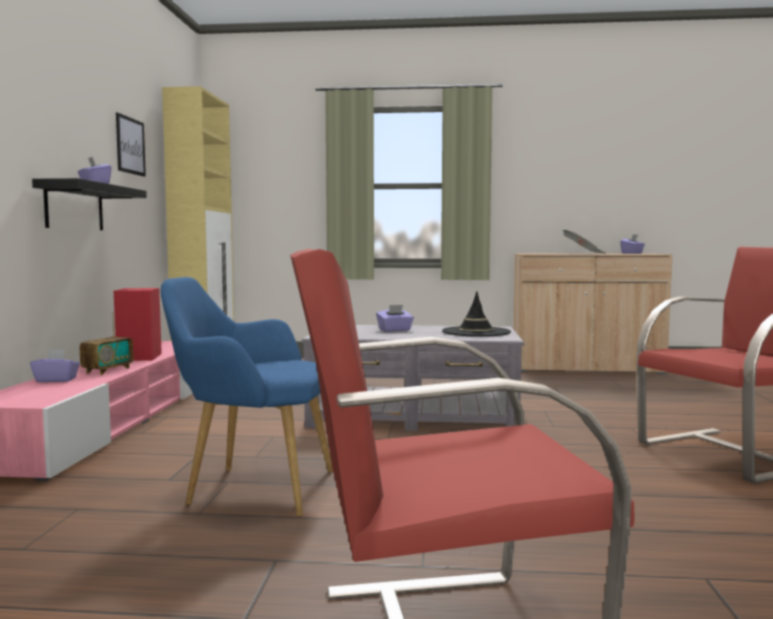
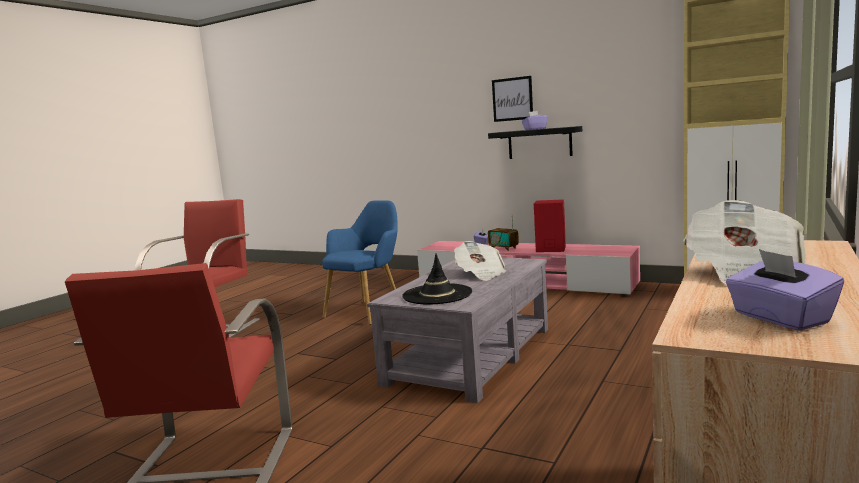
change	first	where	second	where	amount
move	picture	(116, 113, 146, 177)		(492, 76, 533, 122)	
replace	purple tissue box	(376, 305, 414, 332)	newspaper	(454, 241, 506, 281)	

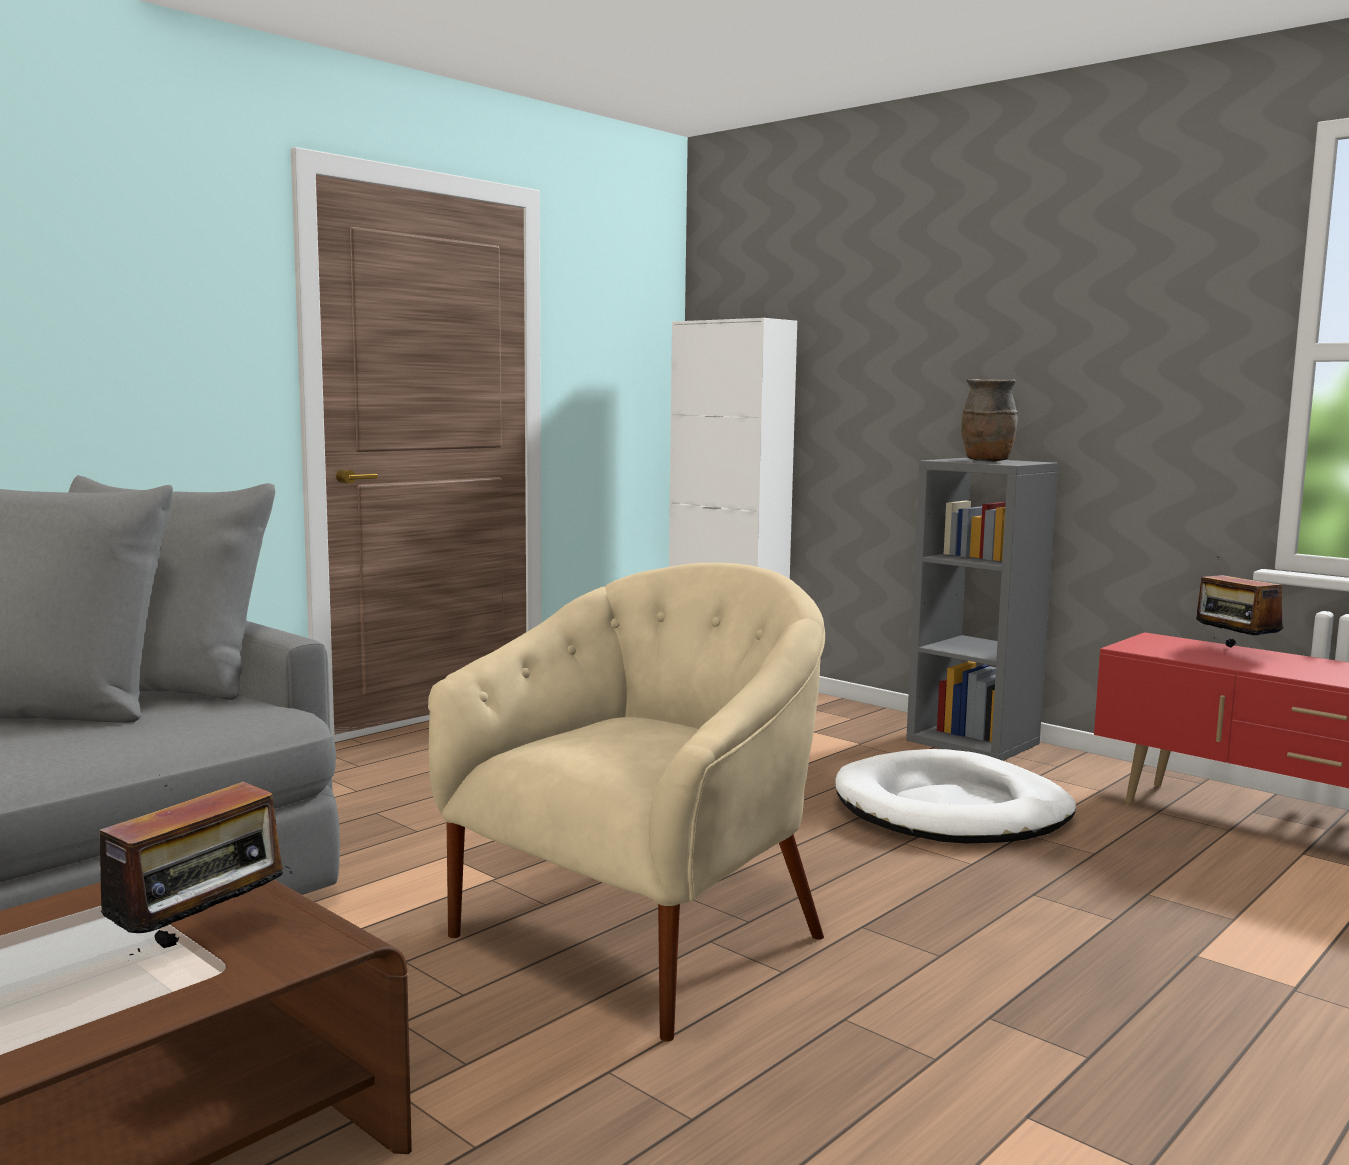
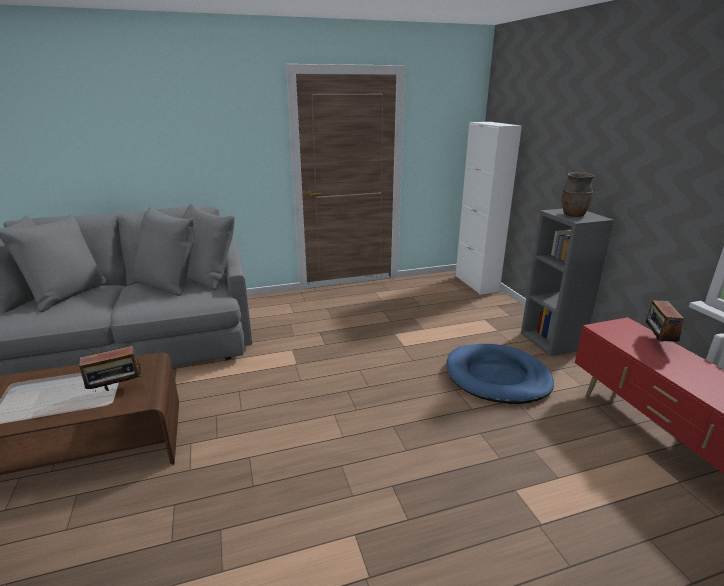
change	first	where	second	where	amount
delete	beige armchair	(428, 563, 825, 1042)			
recolor	white dog bed	(835, 749, 1076, 843)	blue dog bed	(447, 344, 554, 404)	

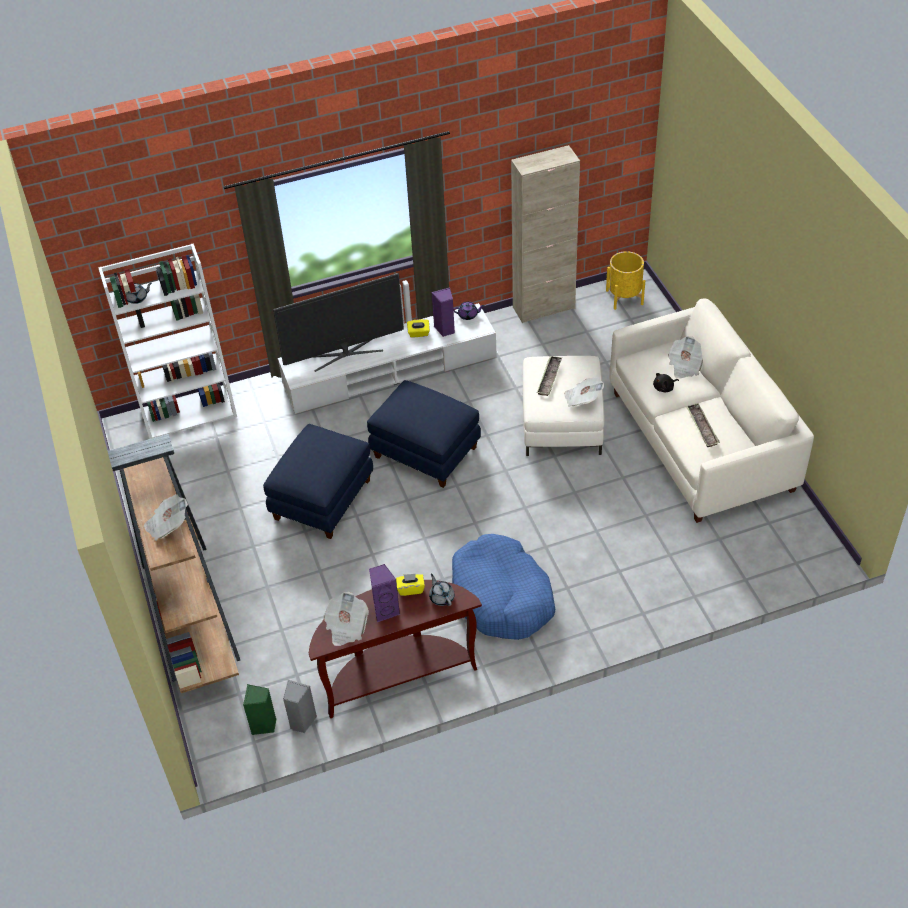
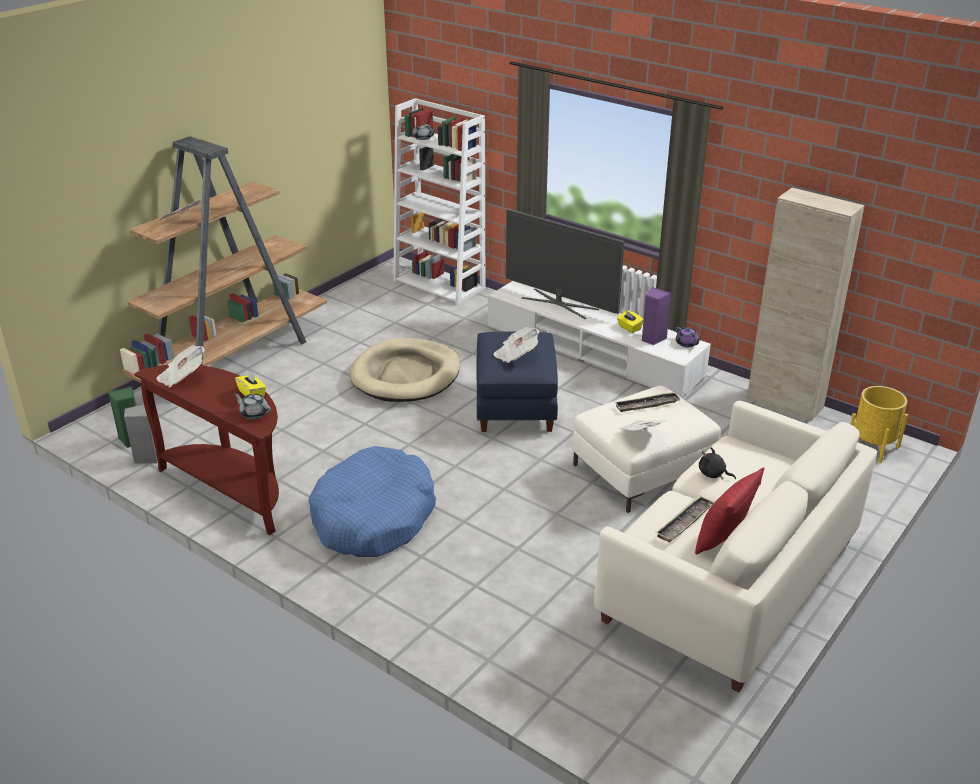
change	first	where	second	where	amount
move	newspaper	(668, 336, 703, 378)		(494, 327, 540, 363)	
replace	blue ottoman	(263, 424, 374, 539)	beige dog bed	(349, 338, 460, 402)	
delete	purple speaker	(369, 564, 400, 622)			
rotate	grey teapot	(429, 574, 455, 606)		(233, 393, 271, 419)	90 degrees counterclockwise
insert			red pillow	(695, 467, 764, 555)	

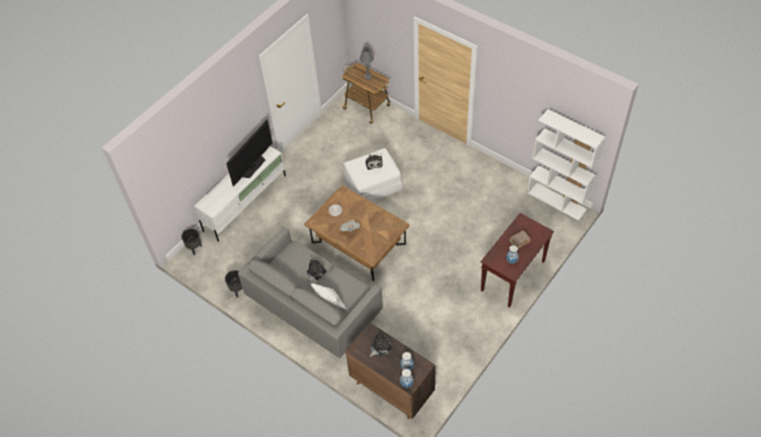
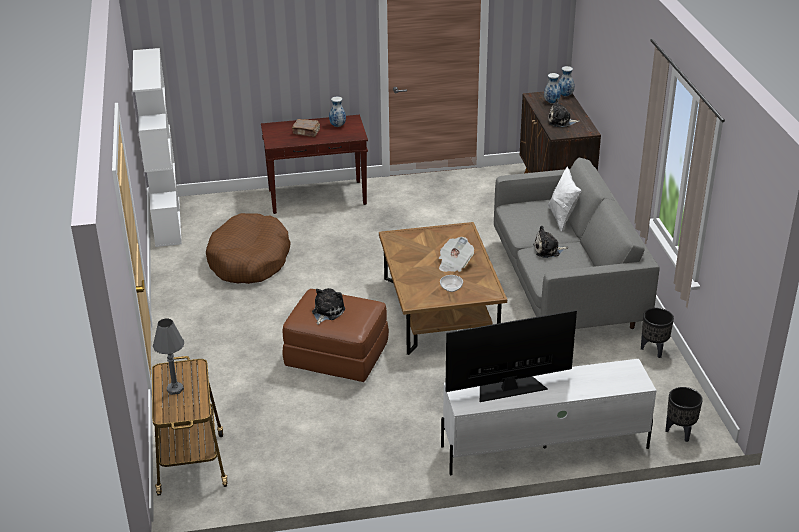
change	first	where	second	where	amount
recolor	white ottoman	(344, 148, 402, 202)	brown ottoman	(282, 289, 389, 382)	
insert			brown dog bed	(206, 213, 290, 284)	

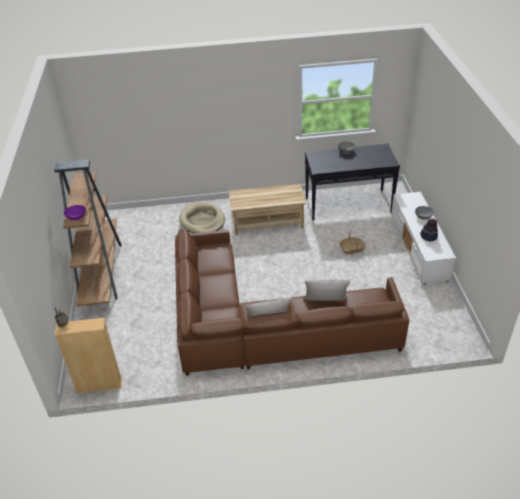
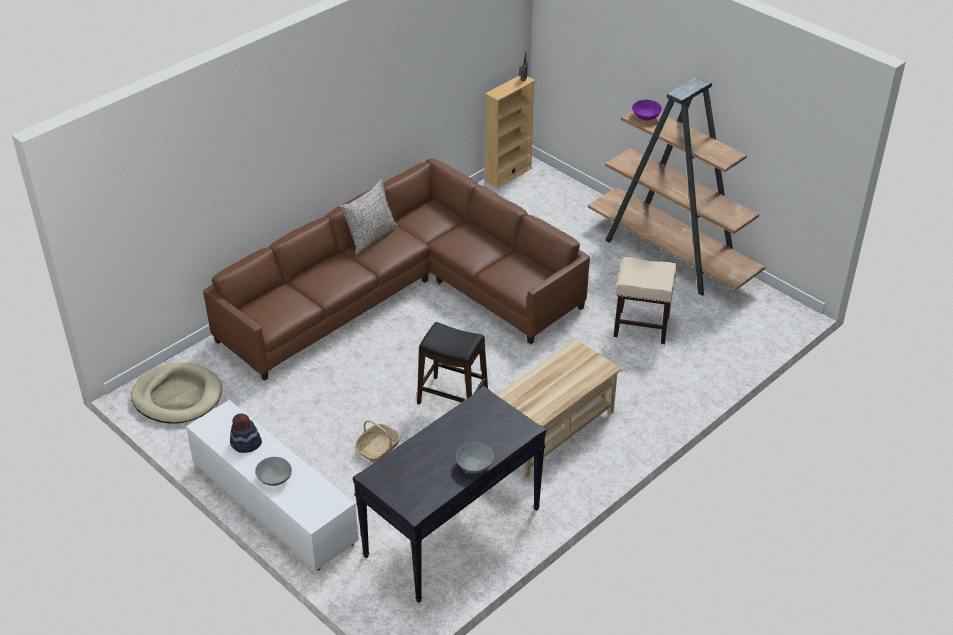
change	first	where	second	where	amount
move	beige dog bed	(179, 202, 225, 233)		(131, 362, 222, 424)	
delete	grey pillow	(303, 280, 351, 301)			
insert			beige stool	(614, 257, 677, 344)	
insert			black stool	(417, 322, 488, 405)	

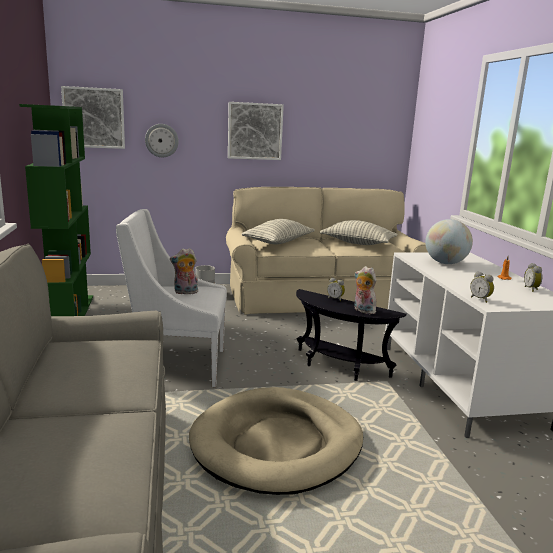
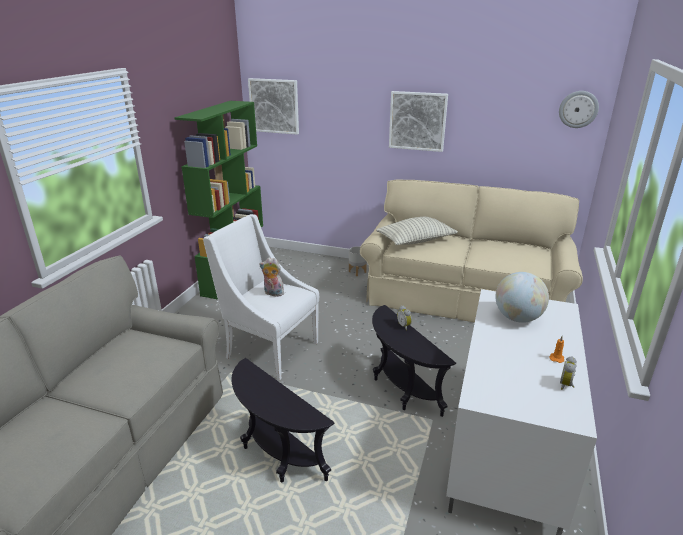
change	first	where	second	where	amount
move	wall clock	(145, 124, 179, 157)		(559, 91, 599, 128)	
delete	pillow	(320, 220, 397, 245)			
delete	plush toy	(354, 266, 376, 314)			
delete	alarm clock	(470, 271, 494, 303)			
replace	beige dog bed	(189, 387, 363, 495)	black side table	(231, 358, 335, 482)	

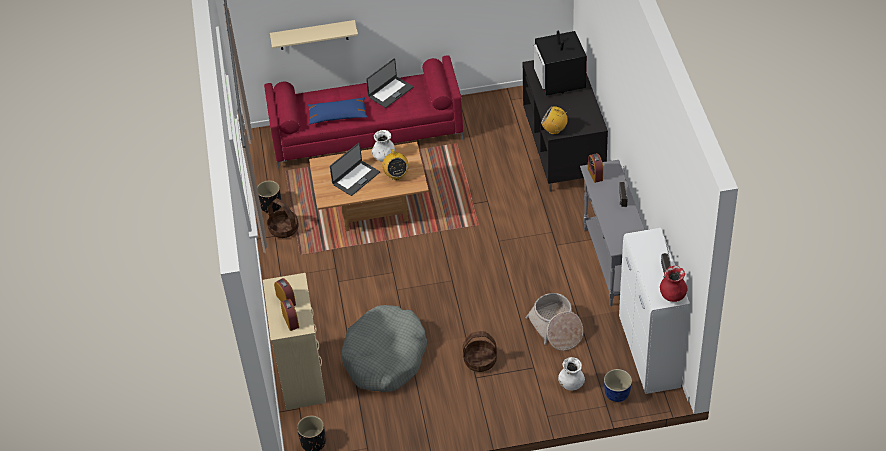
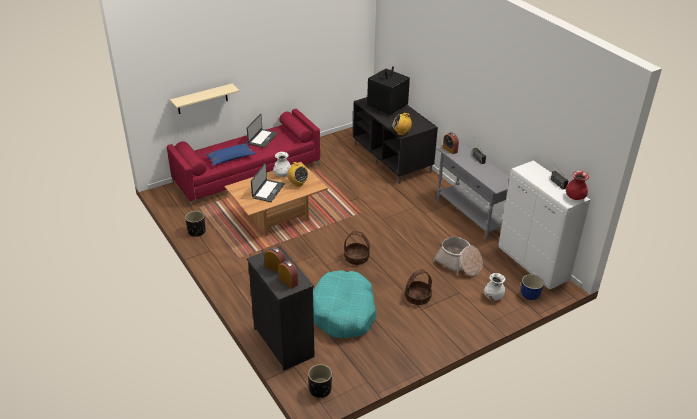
change	first	where	second	where	amount
rotate	television	(534, 31, 587, 96)		(367, 66, 410, 115)	75 degrees clockwise
move	basket	(267, 198, 299, 238)		(344, 231, 370, 265)	
recolor	beige dresser	(263, 273, 326, 410)	black dresser	(247, 246, 315, 371)	
recolor	grey dog bed	(341, 305, 427, 392)	turquoise dog bed	(313, 270, 376, 338)	

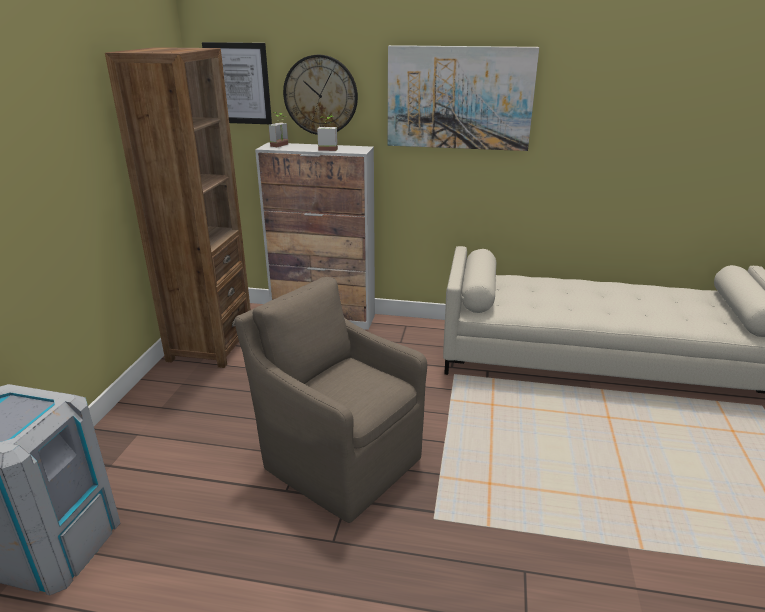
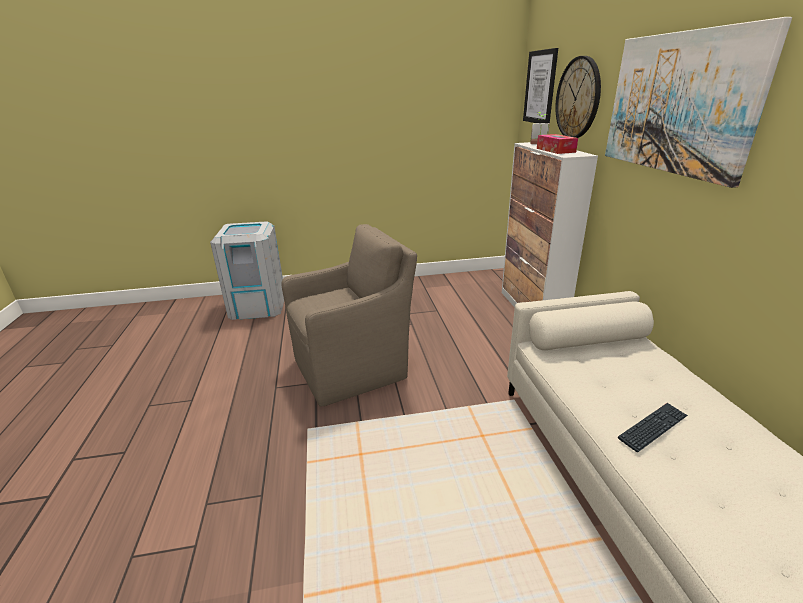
change	first	where	second	where	amount
delete	brown bookcase	(105, 47, 251, 368)			
replace	potted plant	(317, 115, 338, 151)	tissue box	(537, 134, 578, 154)	
rotate	brown armchair	(235, 277, 427, 523)		(281, 224, 417, 407)	45 degrees clockwise
insert			keyboard	(618, 403, 688, 452)	

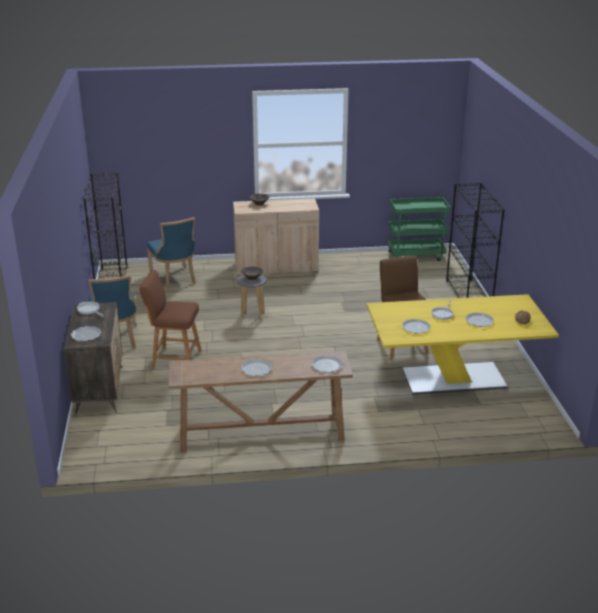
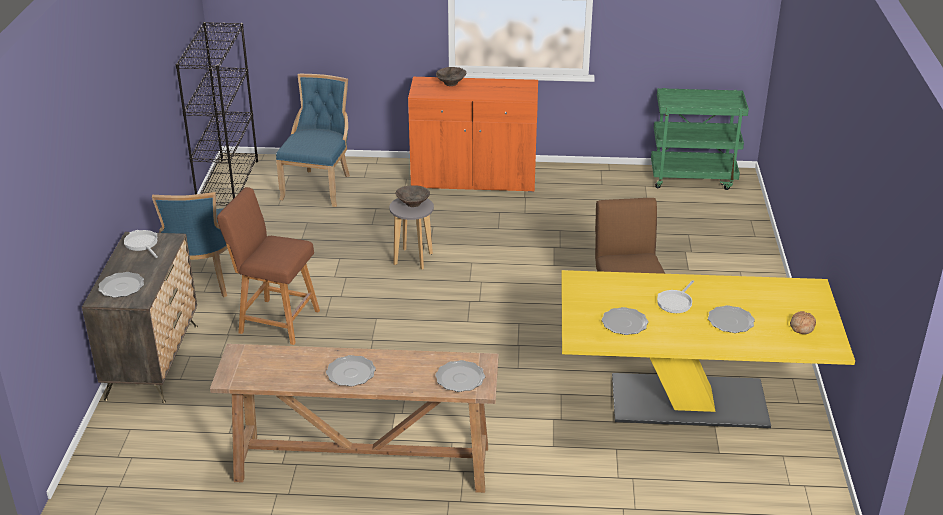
change	first	where	second	where	amount
delete	black bookcase	(446, 183, 505, 298)			
recolor	beige cabinet	(233, 198, 319, 276)	orange cabinet	(408, 77, 538, 192)	
rotate	blue chair	(147, 217, 196, 290)		(276, 74, 350, 207)	150 degrees counterclockwise

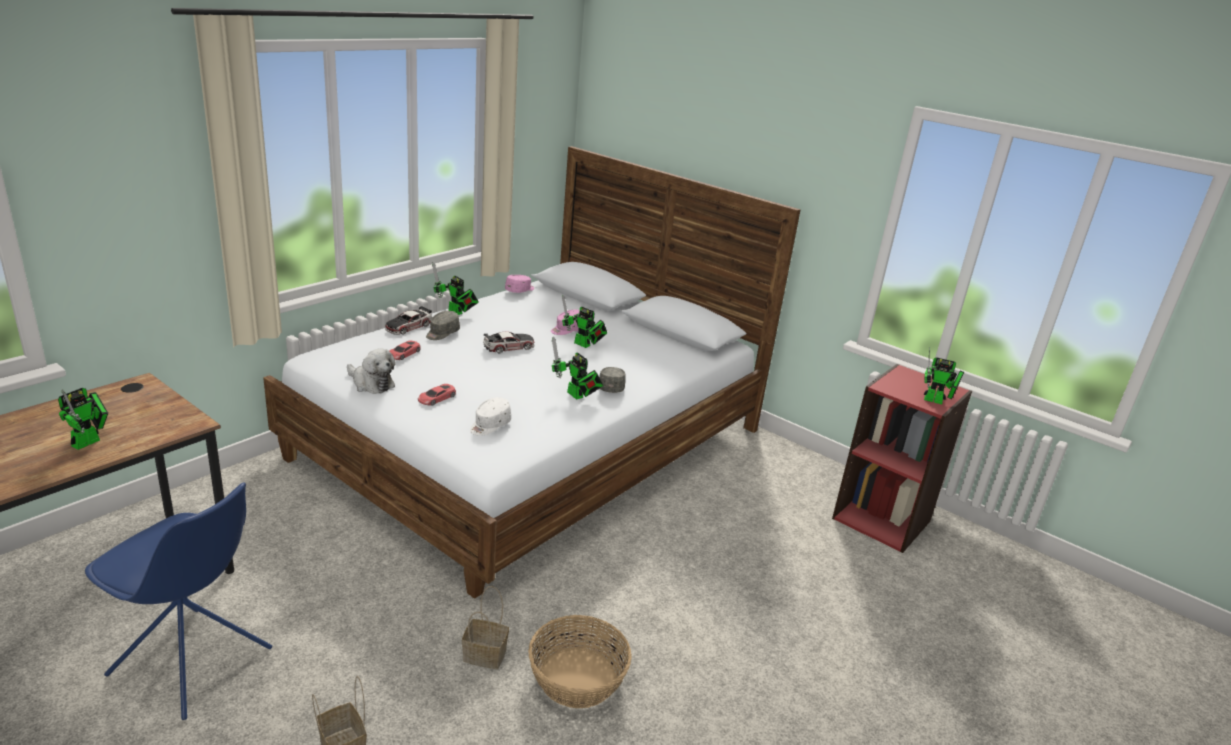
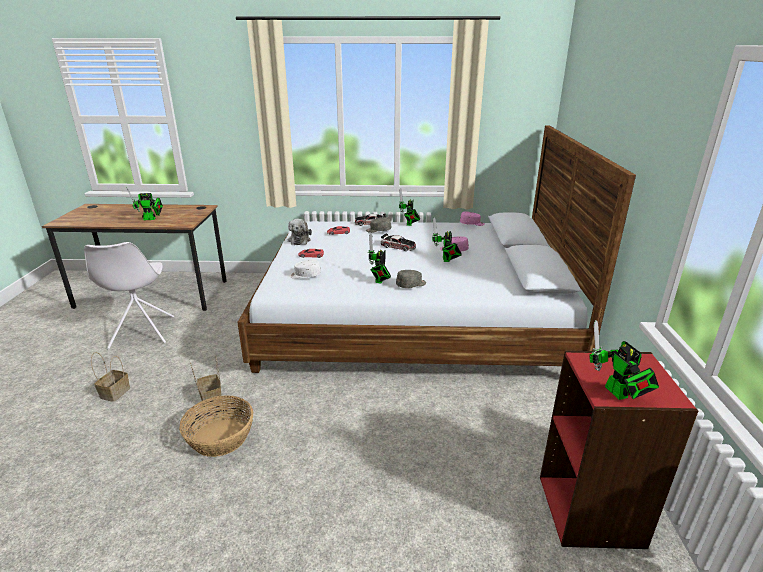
change	first	where	second	where	amount
recolor	blue chair	(85, 483, 272, 720)	white chair	(84, 242, 174, 350)	

